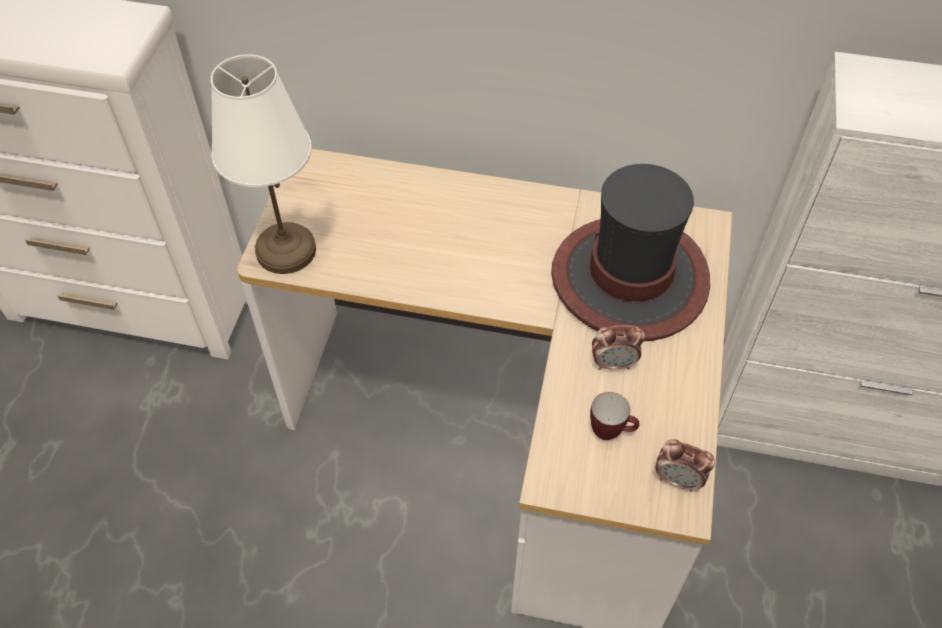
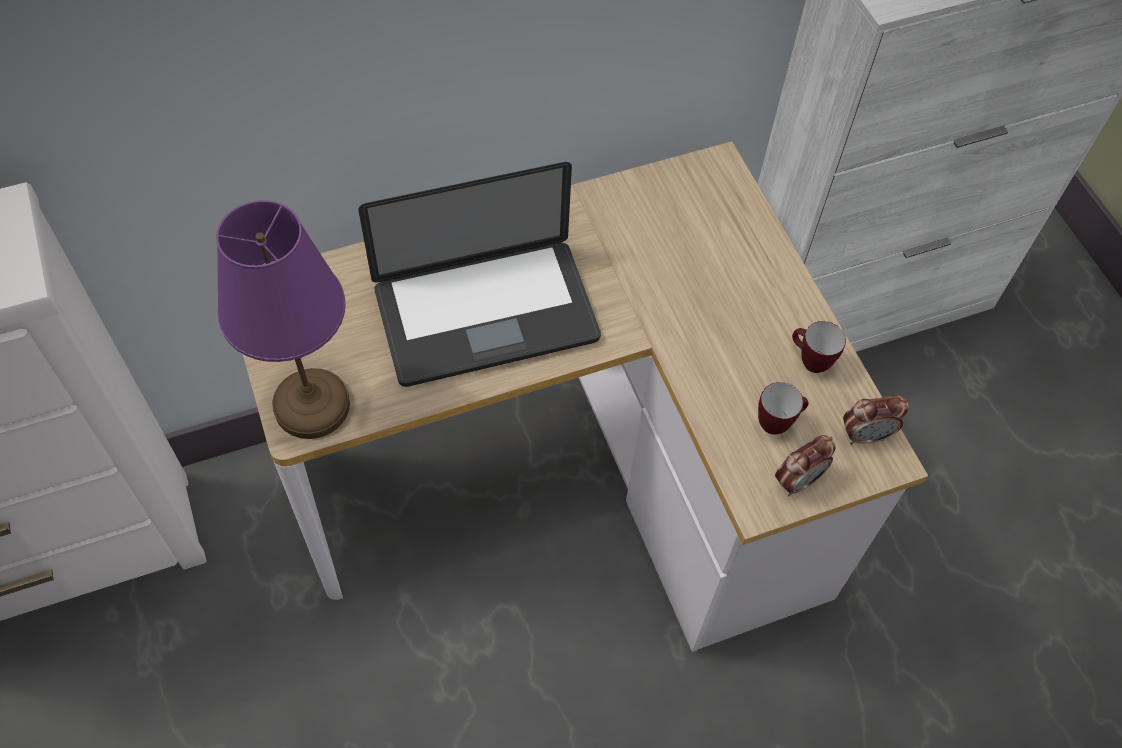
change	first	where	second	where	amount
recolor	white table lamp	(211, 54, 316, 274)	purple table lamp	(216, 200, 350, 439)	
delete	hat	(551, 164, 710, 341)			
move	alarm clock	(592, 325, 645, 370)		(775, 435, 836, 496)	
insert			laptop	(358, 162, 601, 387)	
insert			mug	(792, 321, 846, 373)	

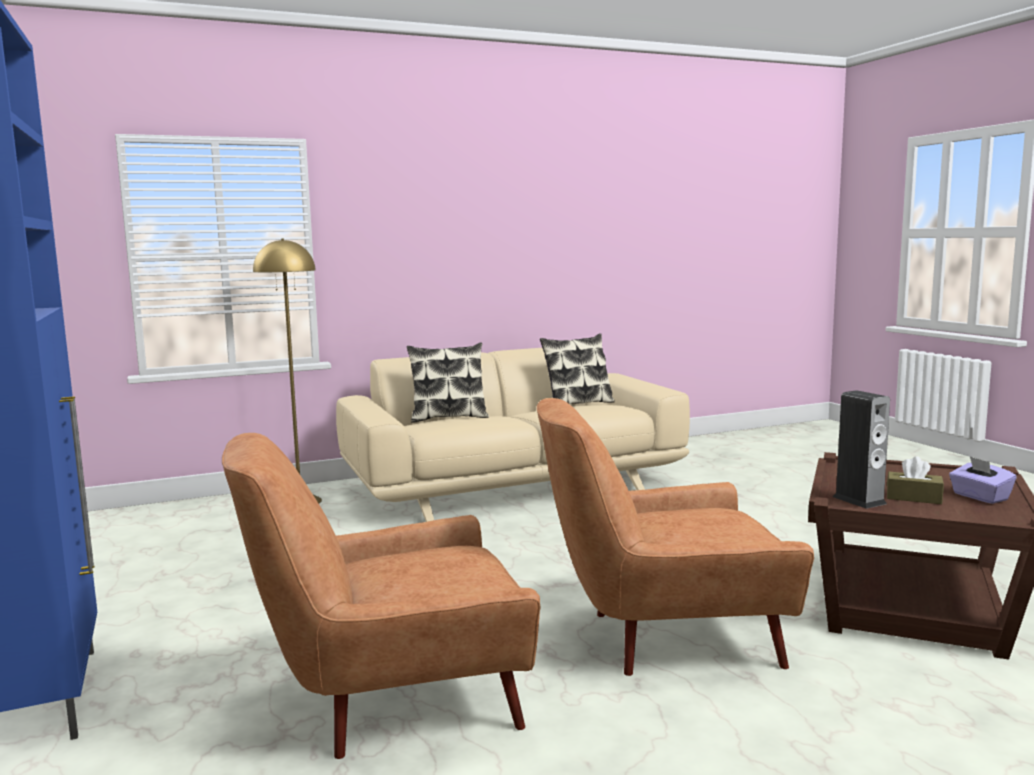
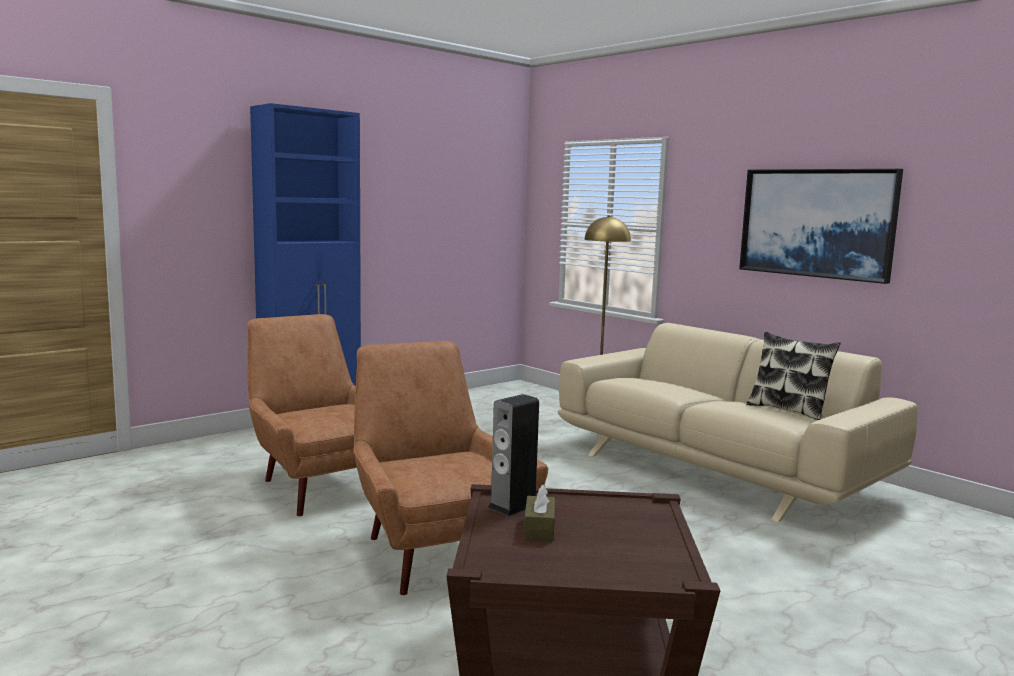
change	first	where	second	where	amount
delete	pillow	(407, 342, 489, 423)			
delete	purple tissue box	(949, 457, 1017, 504)			
insert			picture	(739, 168, 903, 284)	

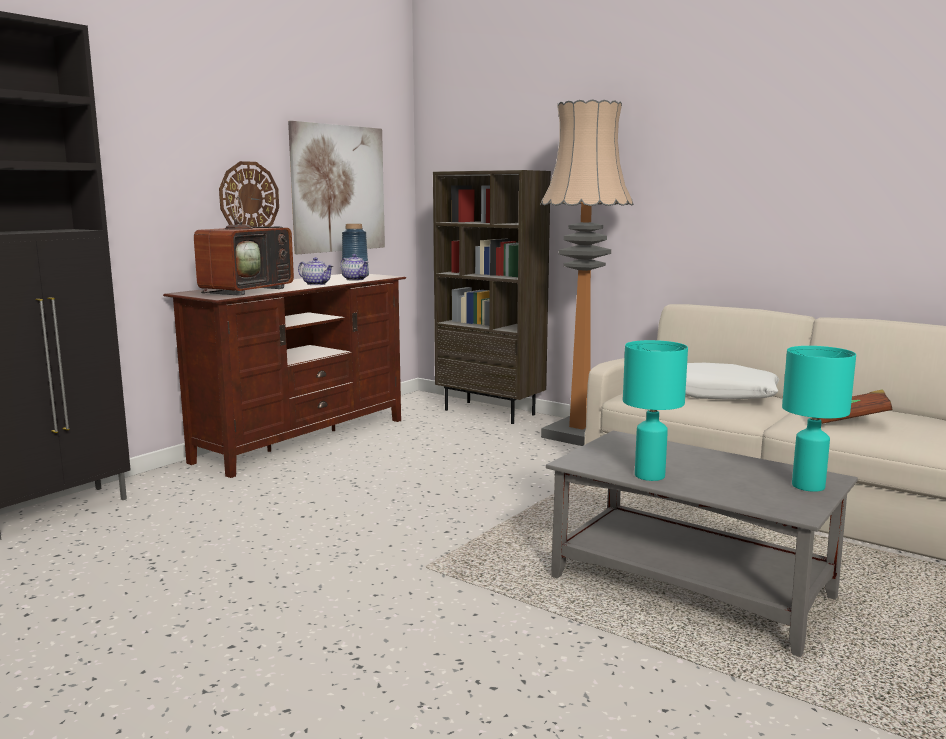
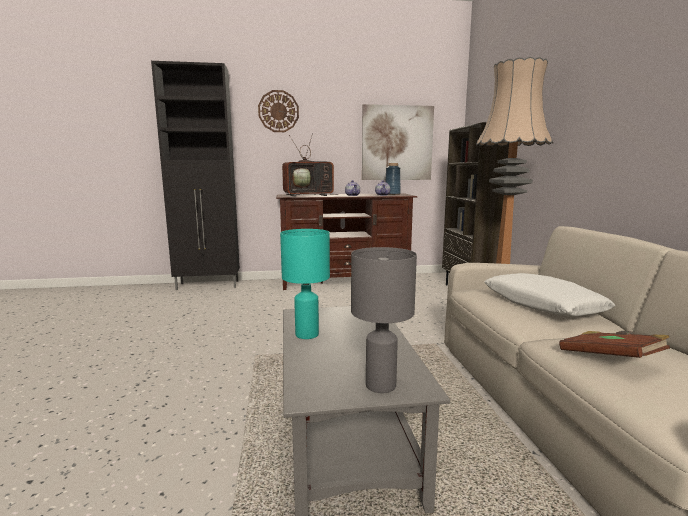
change	first	where	second	where	amount
move	wall clock	(219, 161, 279, 227)		(258, 90, 299, 132)	
recolor	turquoise table lamp	(782, 346, 856, 492)	grey table lamp	(351, 247, 417, 393)	

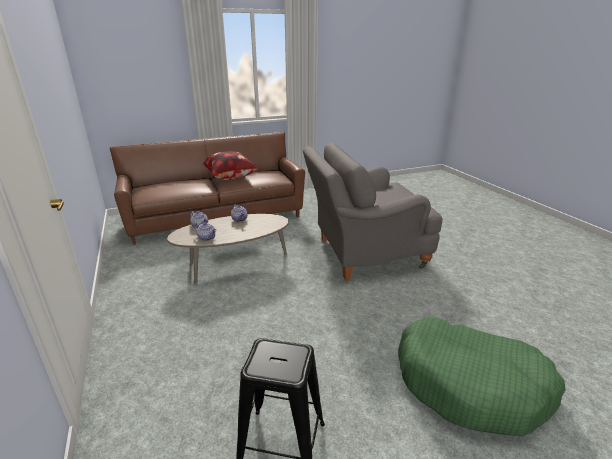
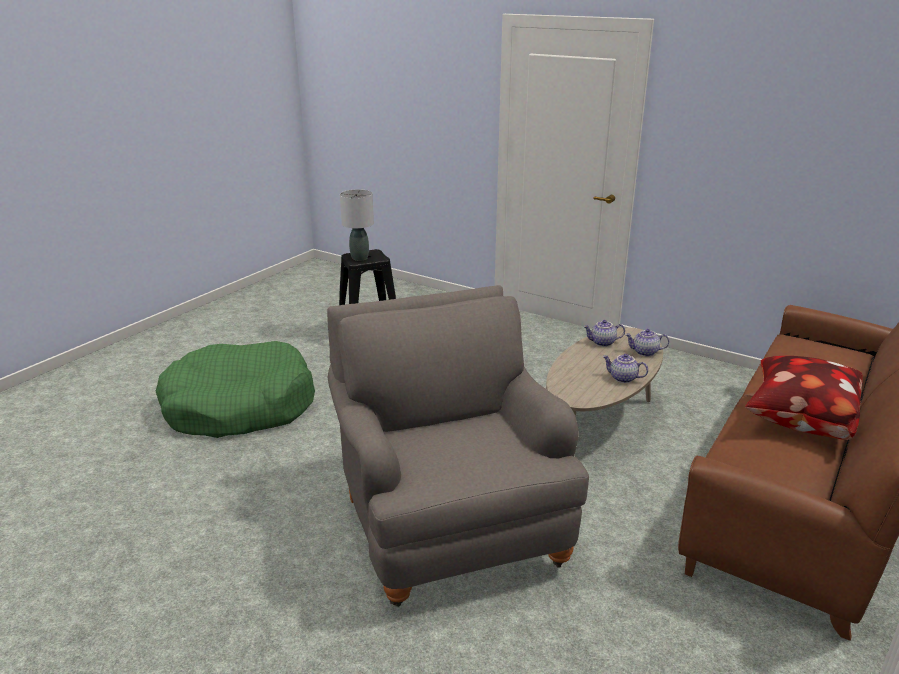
change	first	where	second	where	amount
rotate	grey armchair	(303, 142, 442, 281)		(327, 285, 589, 607)	60 degrees counterclockwise
insert			grey table lamp	(340, 189, 374, 261)	

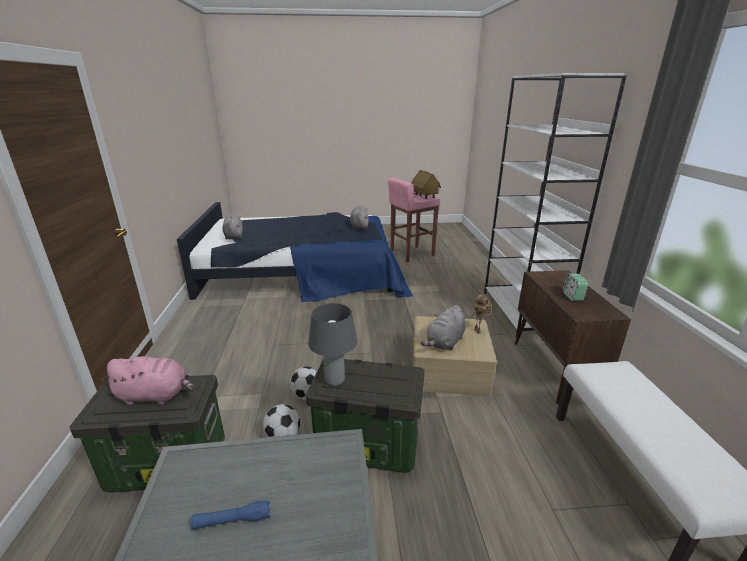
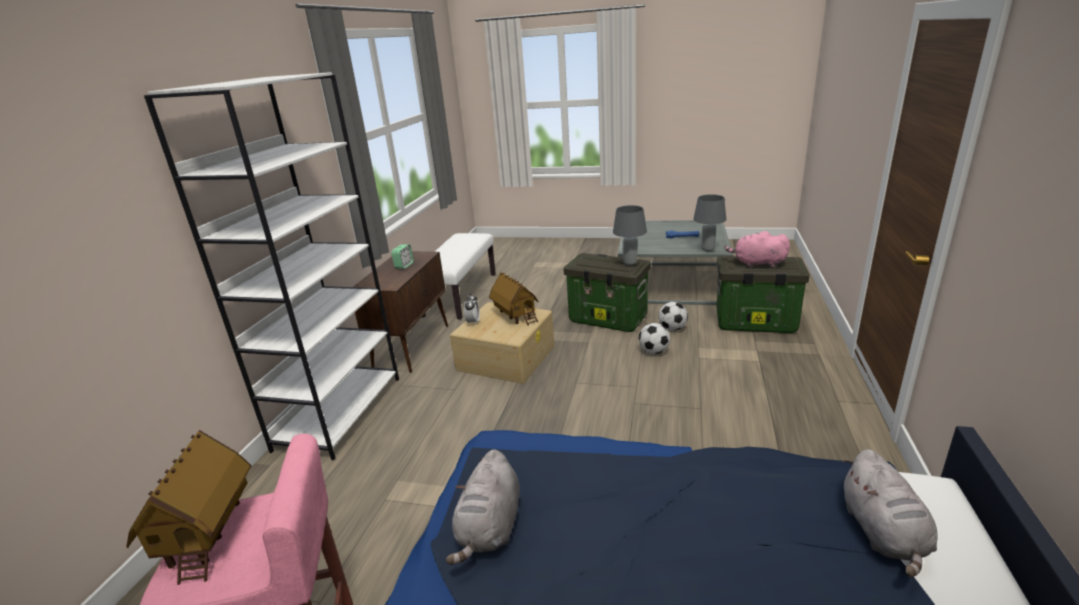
change	first	where	second	where	amount
replace	toy robot	(470, 294, 492, 334)	alarm clock	(464, 293, 480, 325)	
replace	grey plush toy	(421, 305, 466, 350)	toy house	(489, 272, 539, 326)	
insert			grey table lamp	(693, 194, 726, 251)	

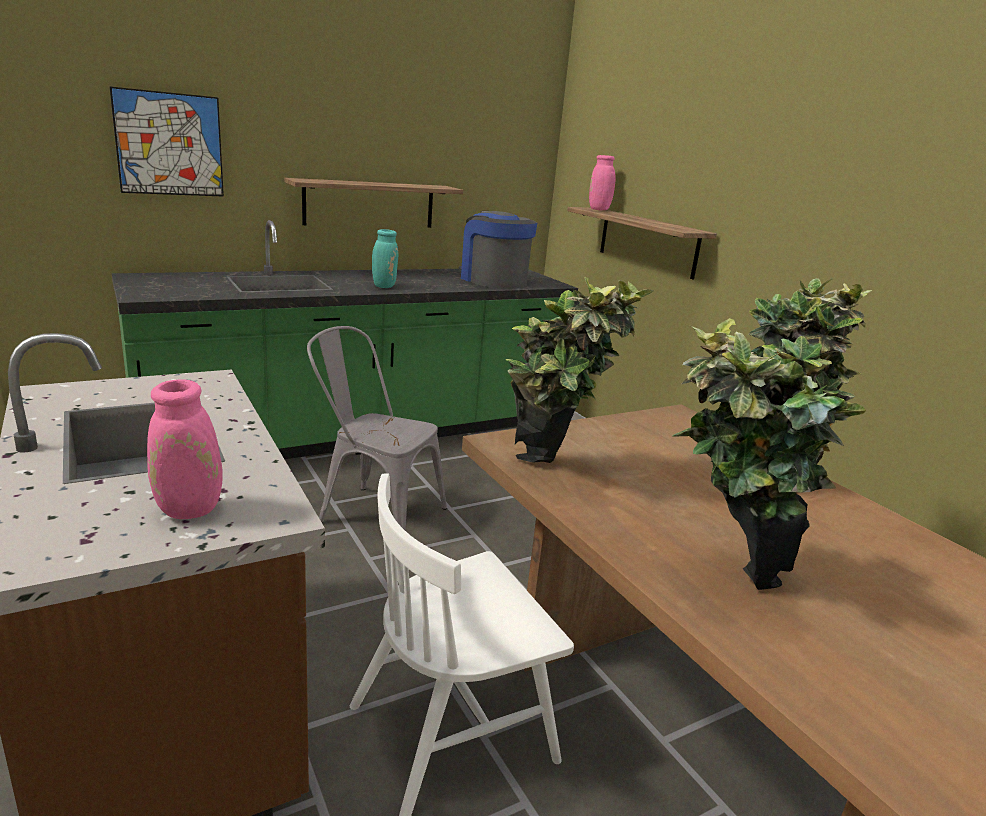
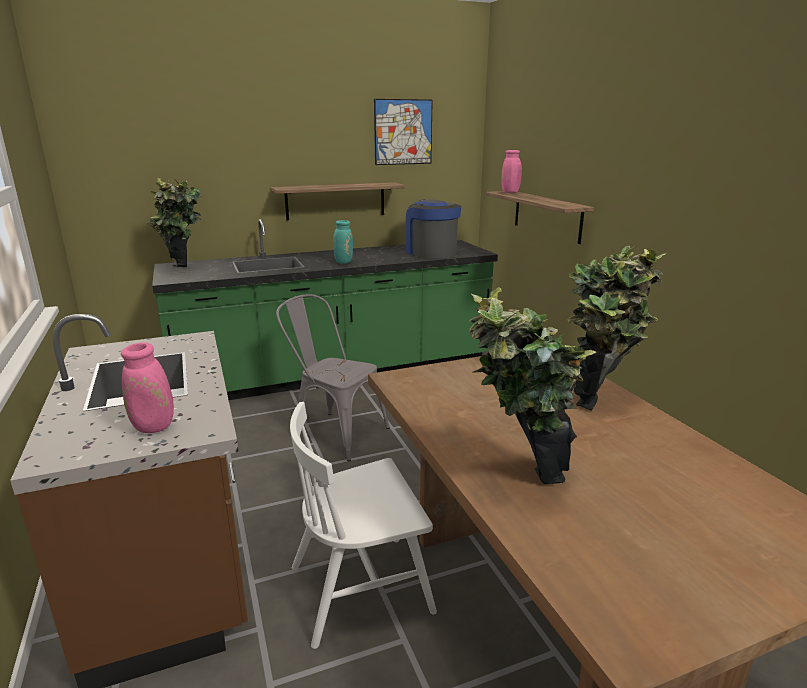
change	first	where	second	where	amount
move	picture	(110, 87, 224, 197)		(374, 99, 433, 165)	
move	potted plant	(506, 276, 654, 463)		(146, 178, 203, 267)	

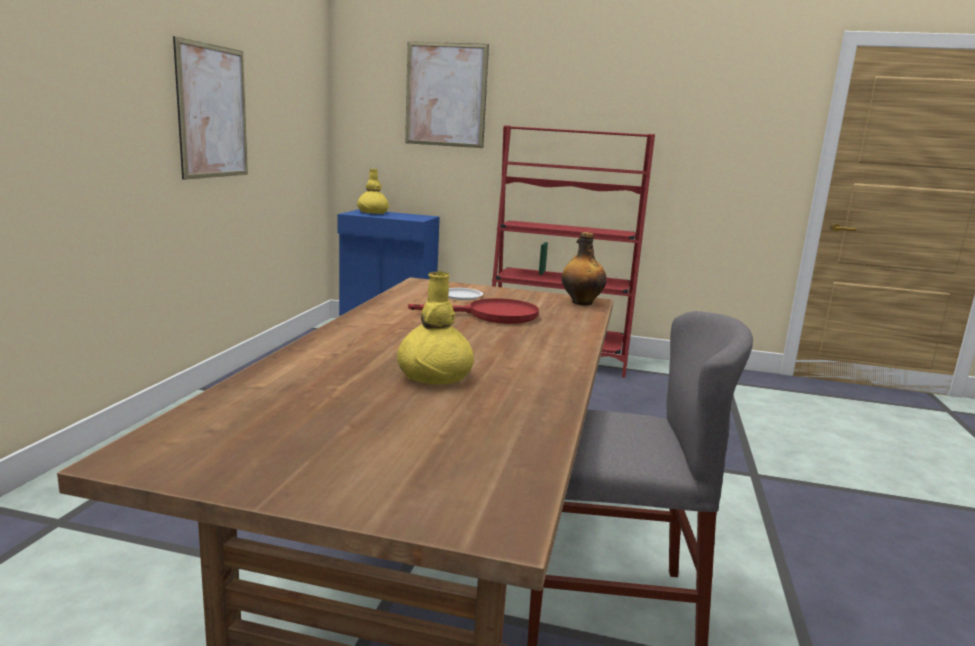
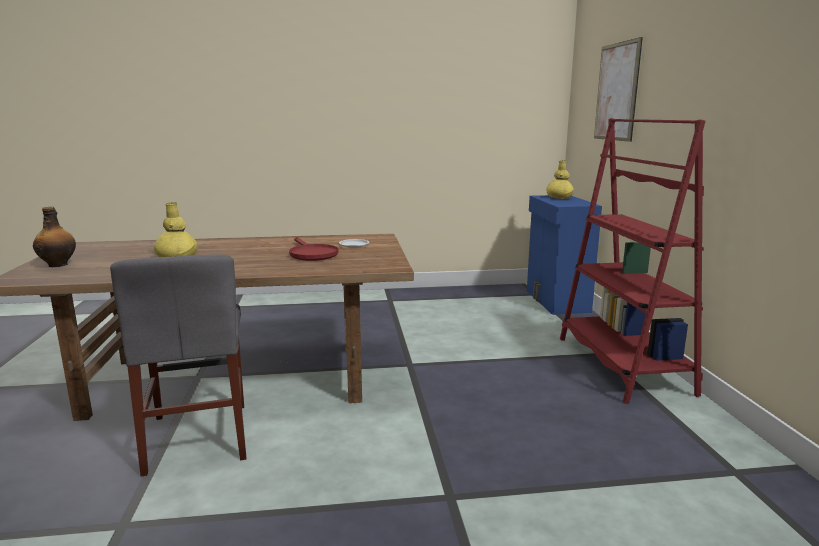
change	first	where	second	where	amount
delete	picture	(173, 36, 248, 180)			
move	bottle	(561, 232, 607, 305)		(33, 207, 76, 267)	

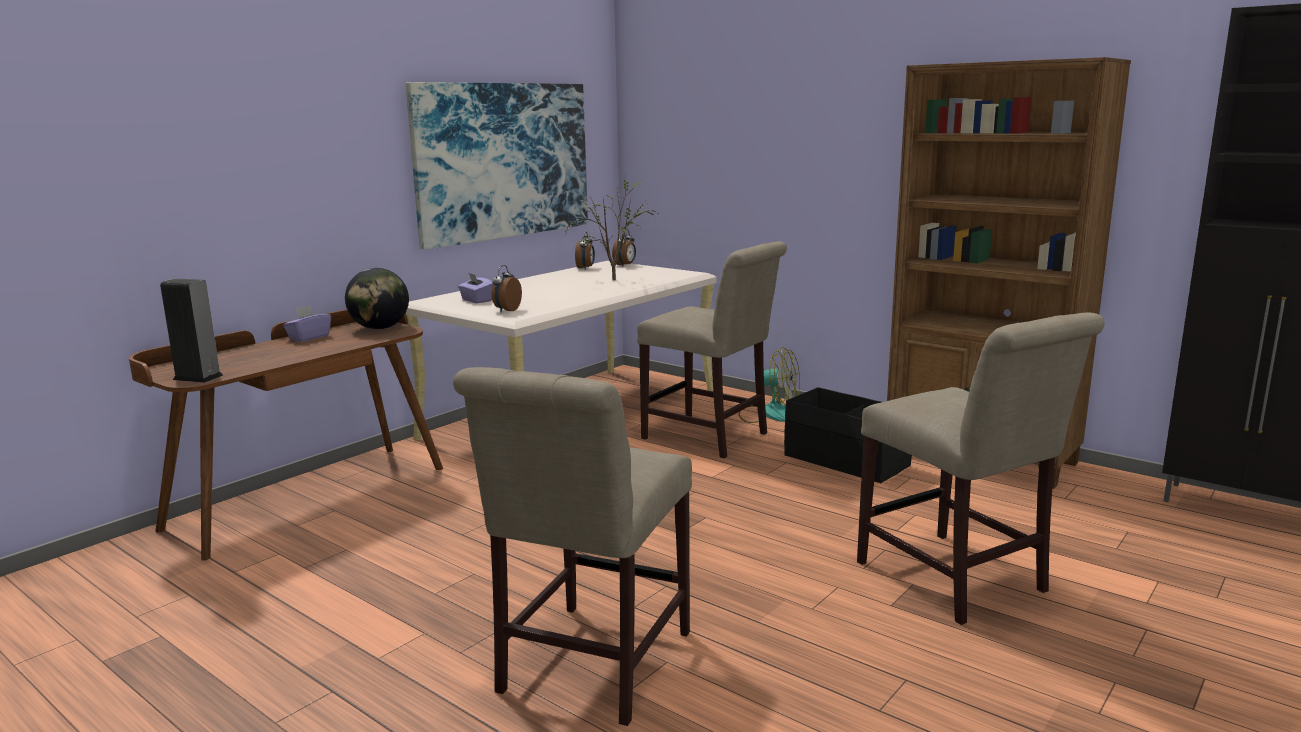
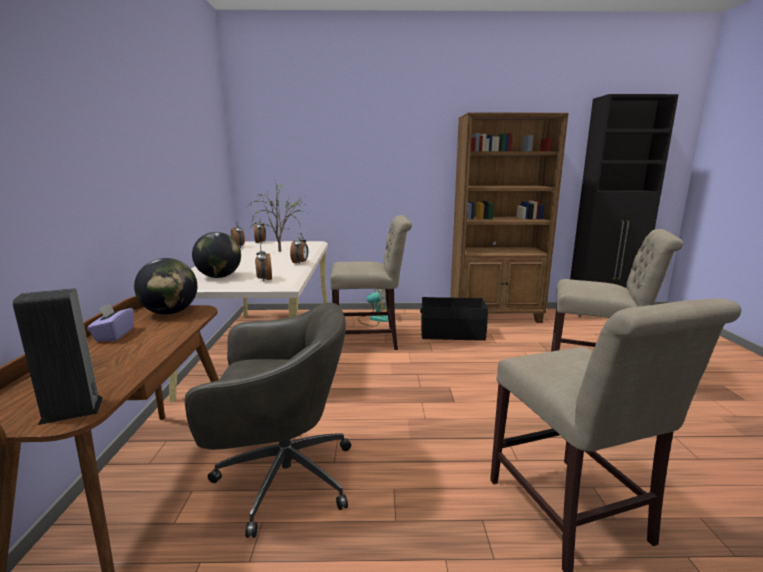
change	first	where	second	where	amount
delete	picture	(406, 82, 588, 250)			
replace	purple tissue box	(458, 272, 494, 303)	globe	(192, 232, 241, 278)	
insert			alarm clock	(290, 233, 308, 265)	
insert			grey office chair	(184, 302, 351, 538)	

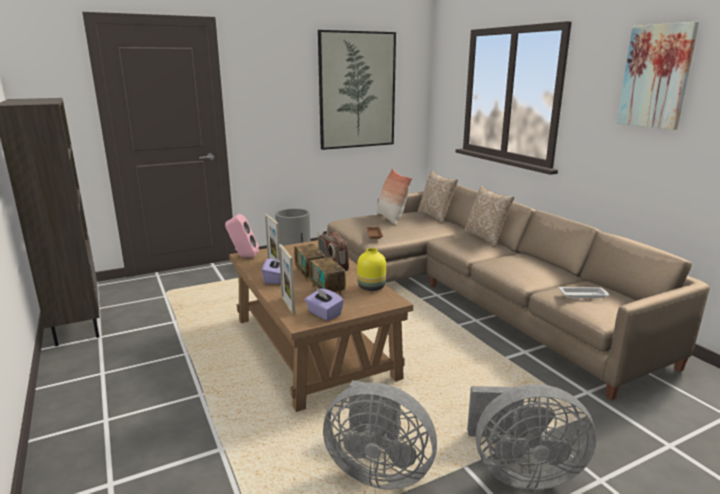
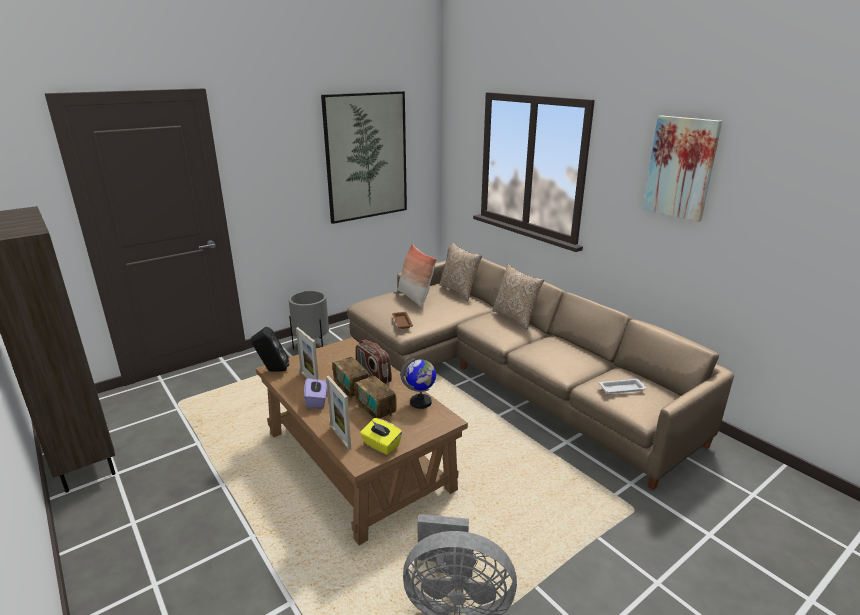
change	first	where	second	where	amount
recolor	pink speaker	(225, 214, 259, 257)	black speaker	(251, 327, 289, 372)	
replace	yellow vase	(357, 248, 386, 291)	globe	(401, 358, 436, 409)	
recolor	purple tissue box	(305, 287, 344, 321)	yellow tissue box	(360, 418, 402, 455)	
delete	grey fan	(467, 384, 597, 490)			

